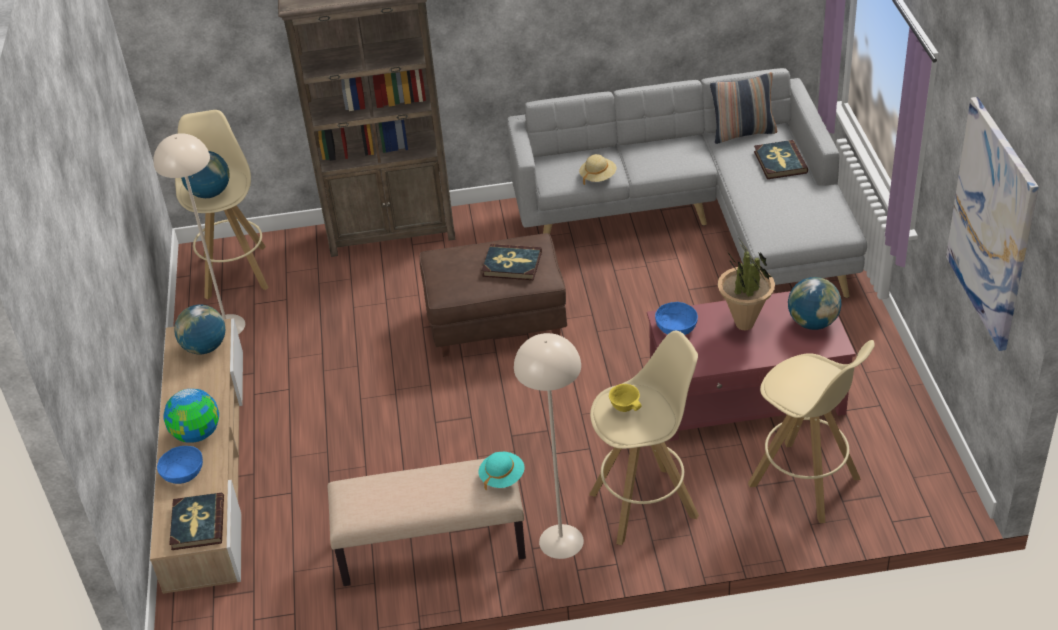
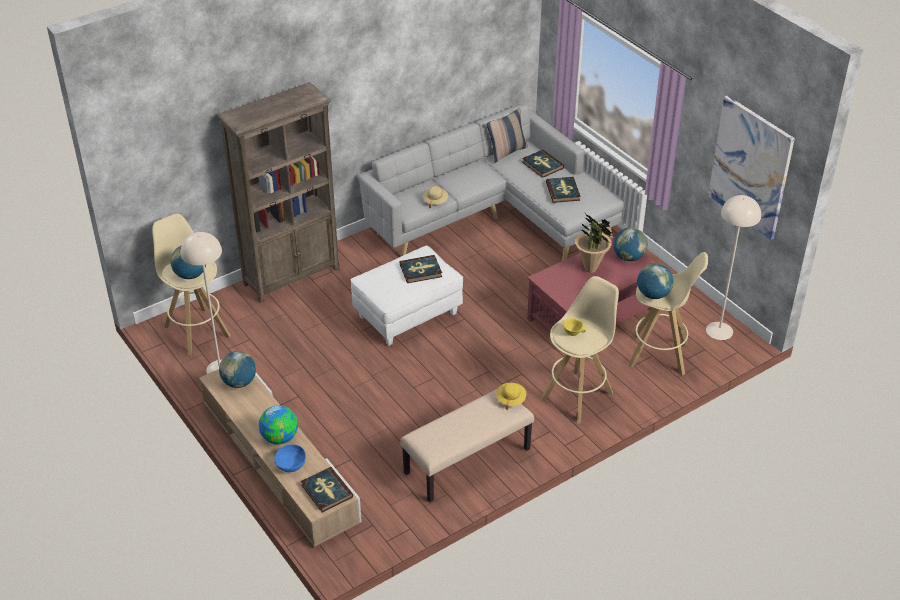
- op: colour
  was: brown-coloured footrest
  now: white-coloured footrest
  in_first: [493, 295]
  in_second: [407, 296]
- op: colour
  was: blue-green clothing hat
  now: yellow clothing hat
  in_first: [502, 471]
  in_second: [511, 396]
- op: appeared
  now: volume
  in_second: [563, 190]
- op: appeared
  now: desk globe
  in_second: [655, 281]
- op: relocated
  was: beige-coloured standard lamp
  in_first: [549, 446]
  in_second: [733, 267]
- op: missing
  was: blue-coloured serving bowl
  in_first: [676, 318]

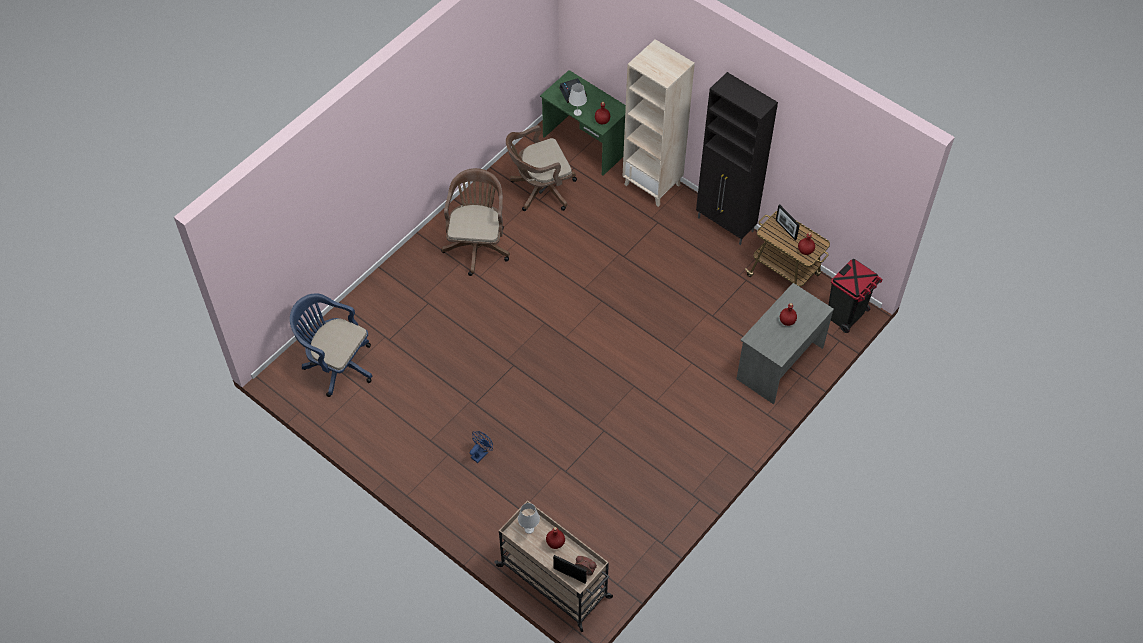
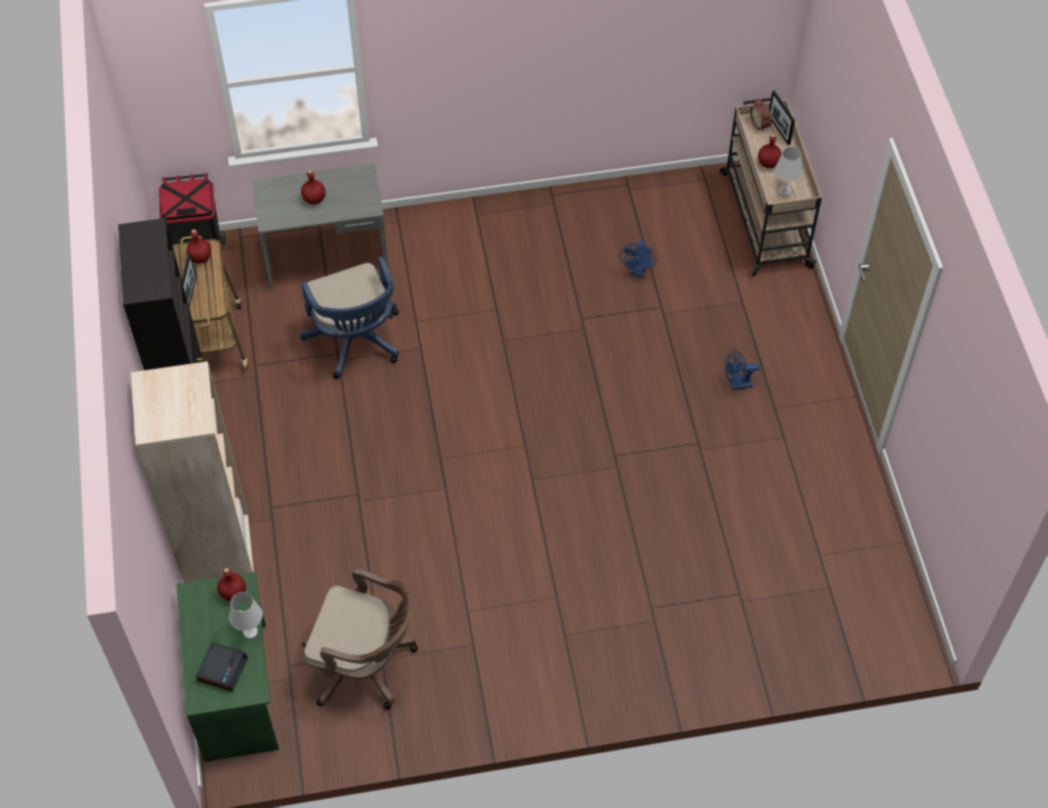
- op: relocated
  was: blue-coloured computer chair
  in_first: [331, 345]
  in_second: [349, 317]
- op: appeared
  now: blue-coloured electric fan
  in_second: [638, 258]
- op: missing
  was: brown-coloured computer chair
  in_first: [475, 222]

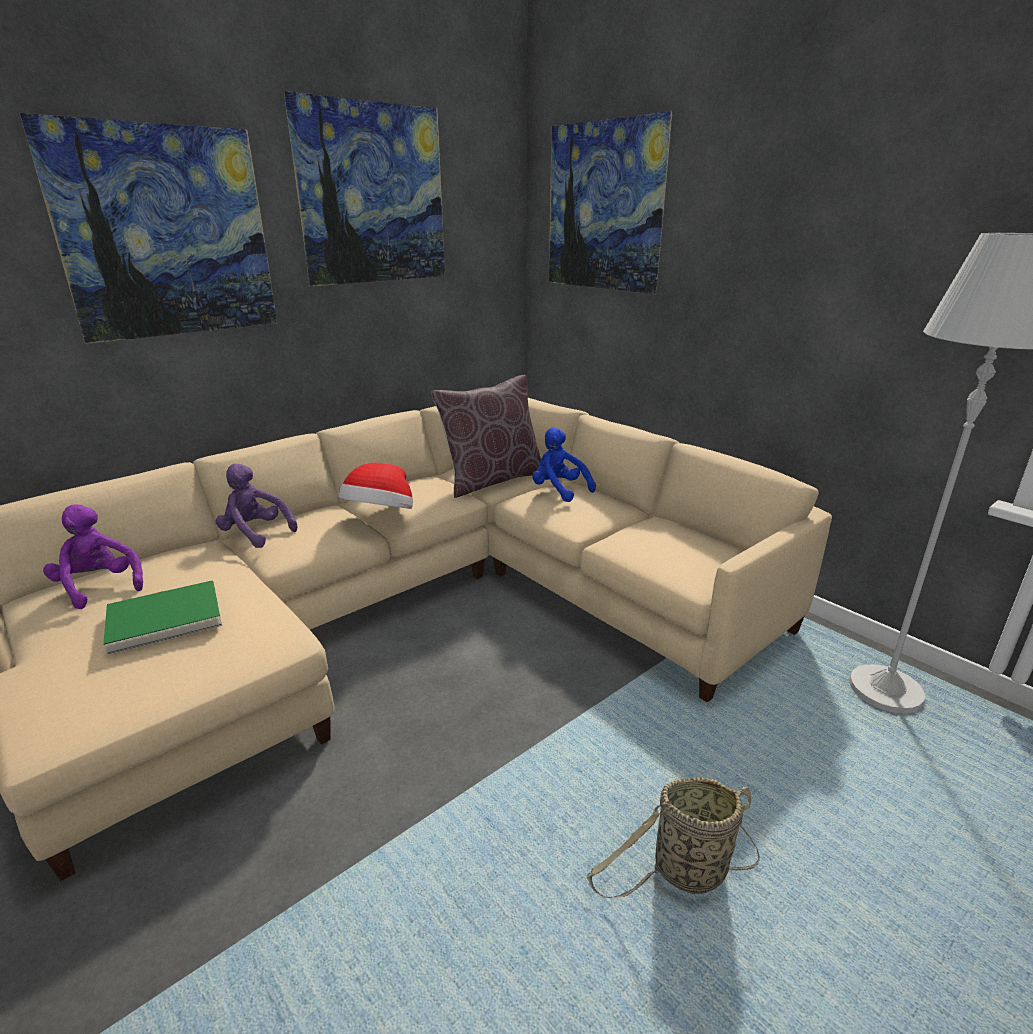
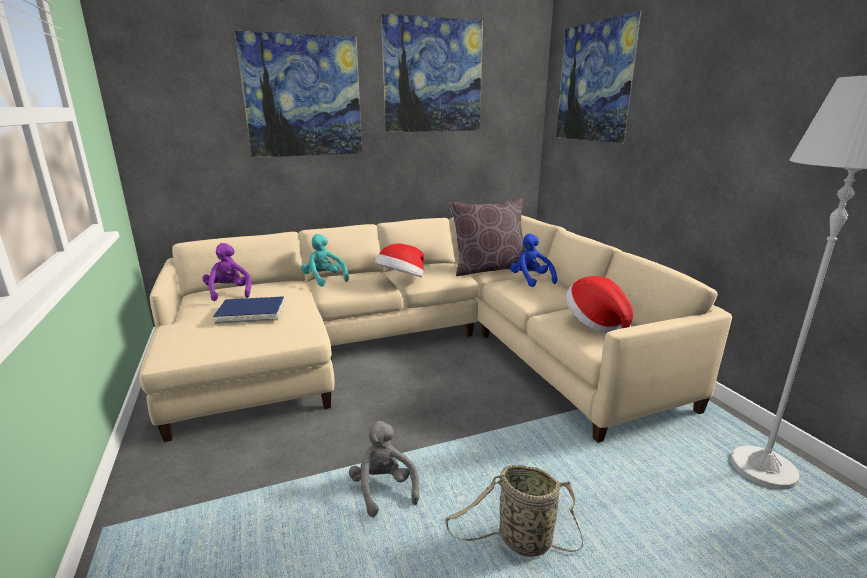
- op: colour
  was: green volume
  now: blue-coloured volume
  in_first: [162, 617]
  in_second: [249, 310]
- op: colour
  was: purplish soft toy
  now: blue-green soft toy
  in_first: [256, 506]
  in_second: [325, 260]
- op: appeared
  now: gray soft toy
  in_second: [384, 469]
- op: appeared
  now: clothing hat
  in_second: [599, 304]

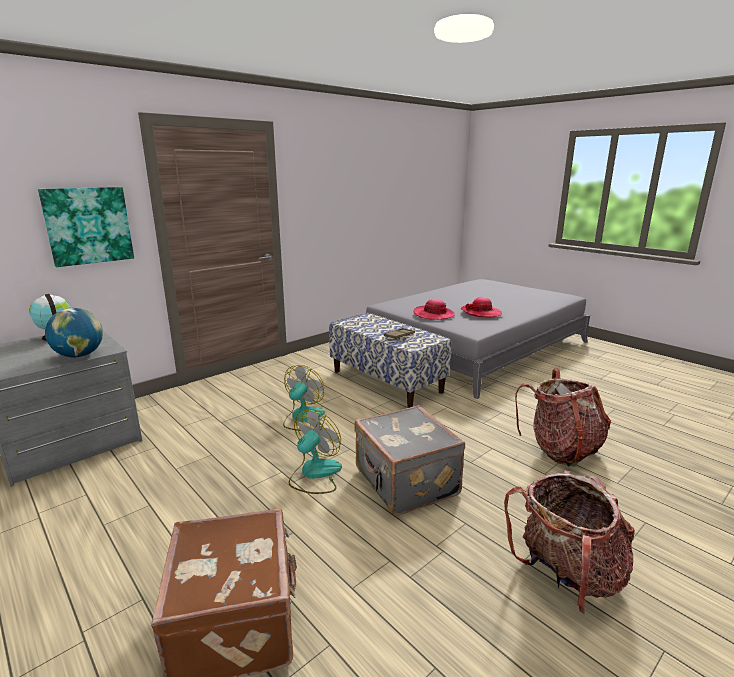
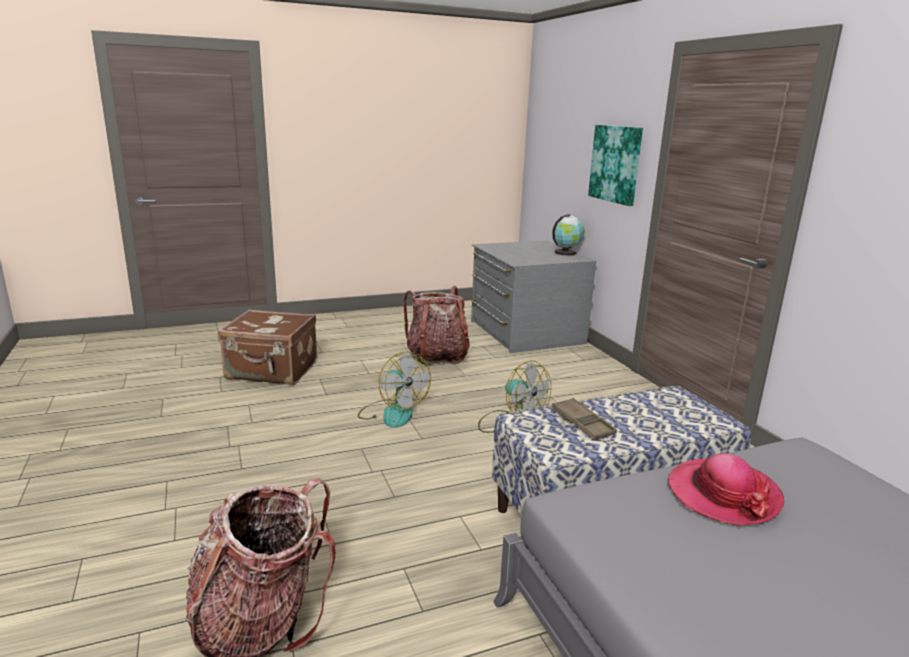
- op: relocated
  was: rucksack
  in_first: [569, 542]
  in_second: [436, 325]
- op: missing
  was: desk globe
  in_first: [74, 332]
- op: missing
  was: gray travel case
  in_first: [409, 460]
- op: missing
  was: clothing hat
  in_first: [481, 307]

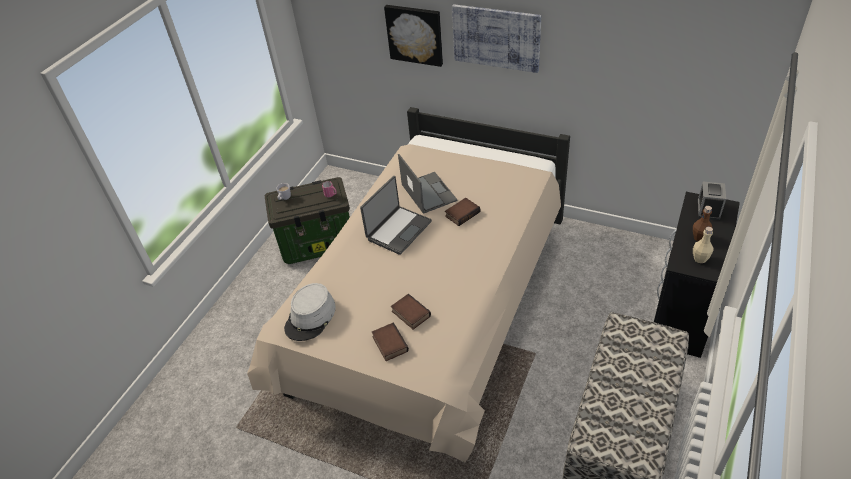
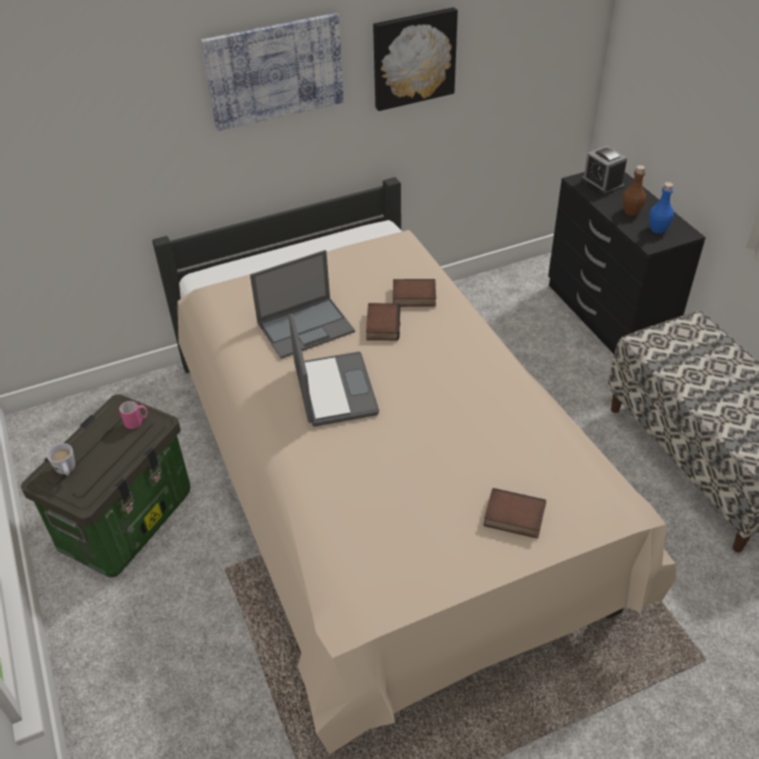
- op: spun
  was: portable computer
  in_first: [428, 184]
  in_second: [302, 304]
  clockwise: 135
- op: relocated
  was: wall art
  in_first: [413, 36]
  in_second: [415, 59]
- op: relocated
  was: volume
  in_first: [411, 311]
  in_second: [414, 293]
- op: colour
  was: beige-coloured beverage bottle
  now: blue-coloured beverage bottle
  in_first: [703, 245]
  in_second: [661, 207]
- op: missing
  was: gray clothing hat
  in_first: [310, 312]

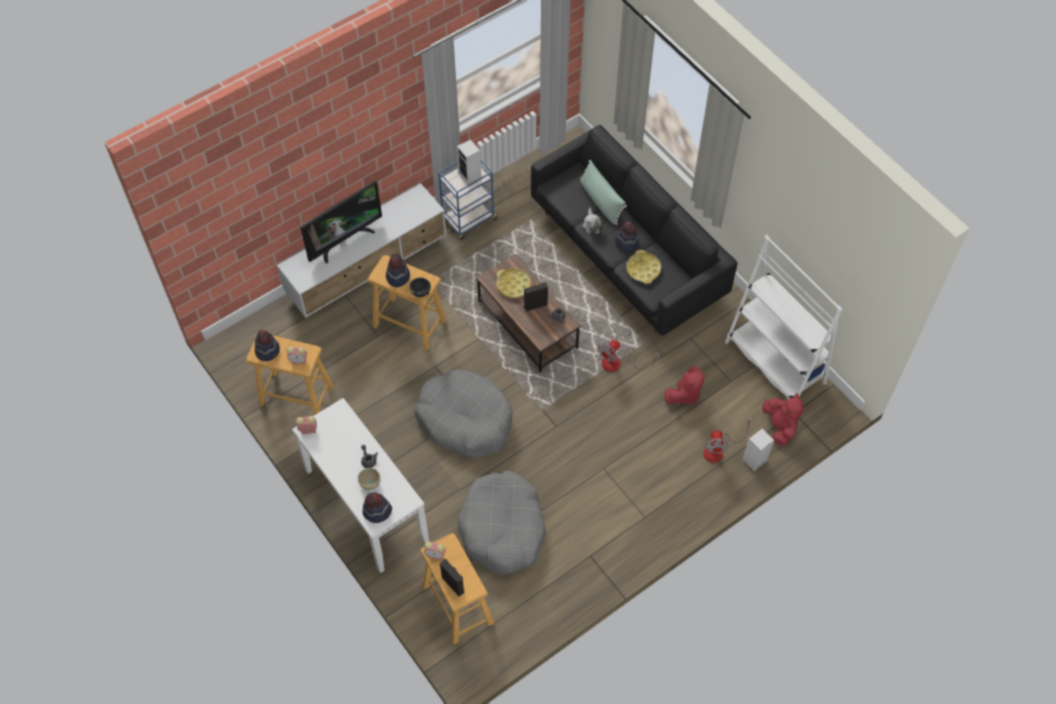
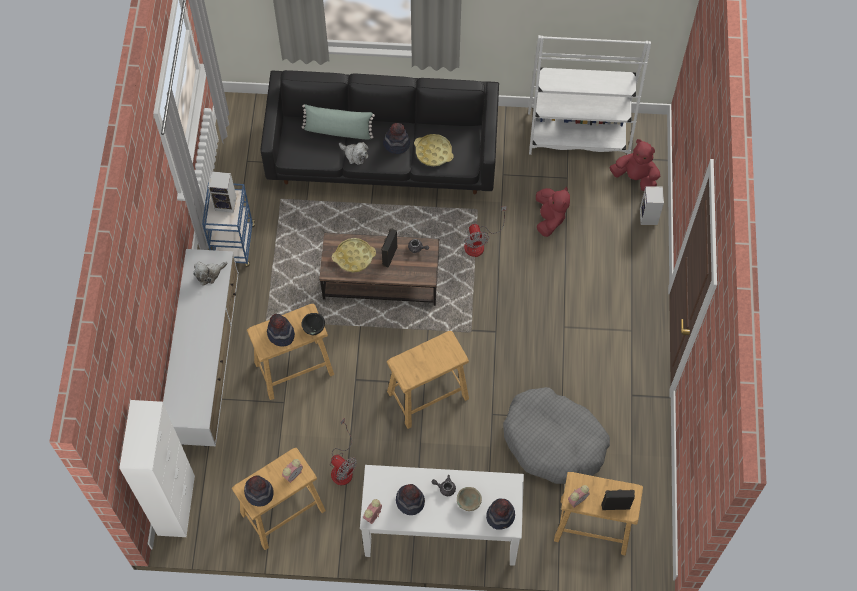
- op: appeared
  now: white-coloured cabinet
  in_second: [157, 468]
- op: appeared
  now: soft toy
  in_second: [210, 273]
- op: relocated
  was: electric fan
  in_first: [727, 440]
  in_second: [343, 451]
- op: exchanged
  was: gray pet bed
  now: beige-coloured sitting stool
  in_first: [464, 413]
  in_second: [428, 380]
- op: appeared
  now: clothing hat
  in_second: [410, 499]
- op: missing
  was: TV
  in_first: [341, 221]

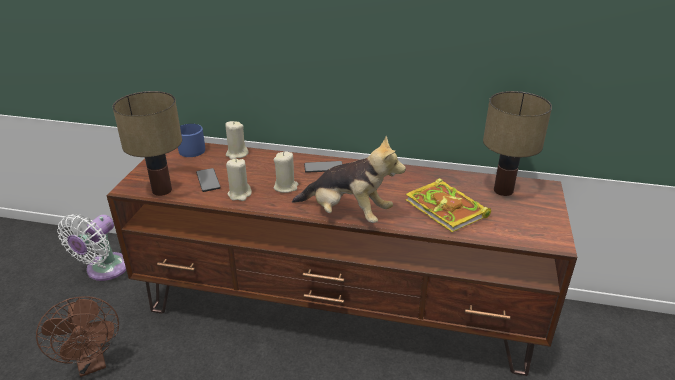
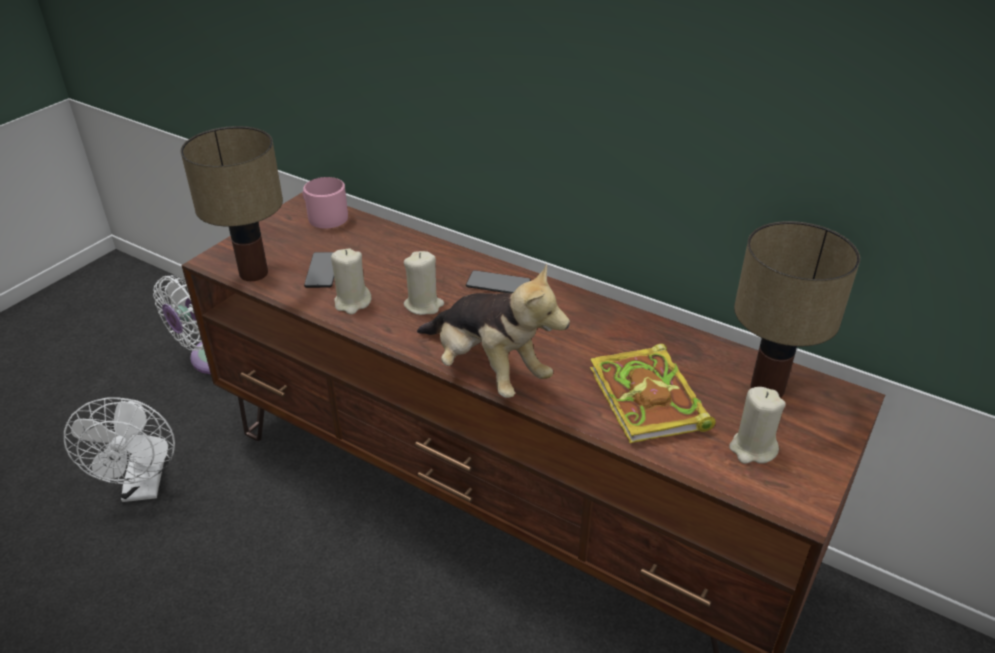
- op: colour
  was: brown-coloured electric fan
  now: white-coloured electric fan
  in_first: [77, 336]
  in_second: [119, 449]
- op: colour
  was: blue-coloured coffee mug
  now: pinkish coffee mug
  in_first: [191, 140]
  in_second: [325, 203]
- op: relocated
  was: beige-coloured candle
  in_first: [237, 140]
  in_second: [757, 425]

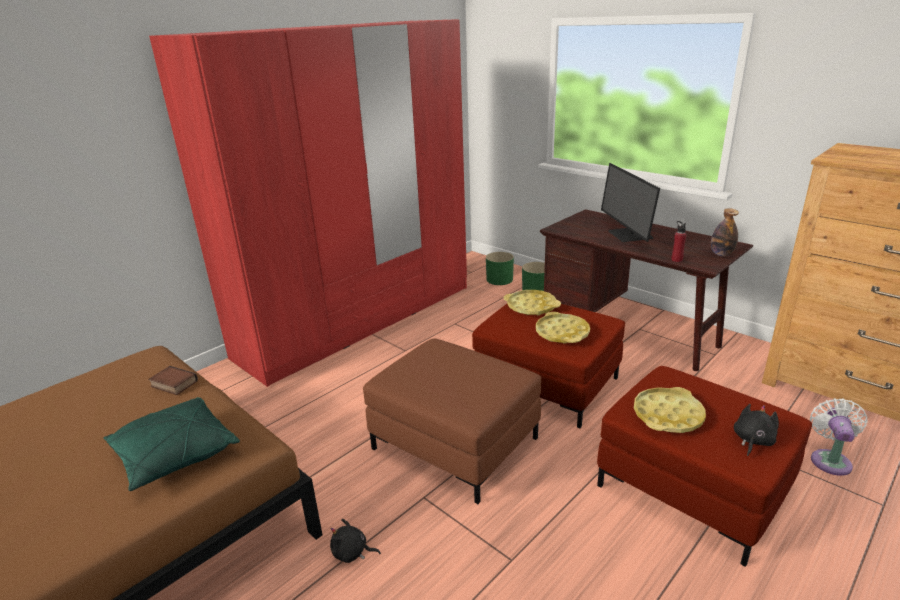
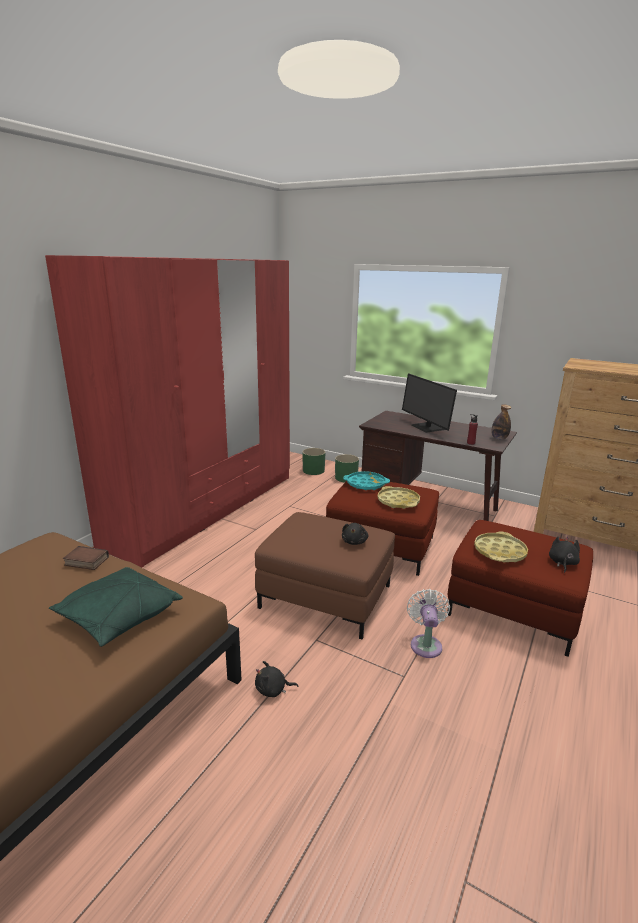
- op: appeared
  now: black-coloured soft toy
  in_second: [355, 534]
- op: colour
  was: yellow serving tray
  now: blue-green serving tray
  in_first: [532, 302]
  in_second: [366, 480]
- op: relocated
  was: white-coloured electric fan
  in_first: [839, 437]
  in_second: [428, 623]

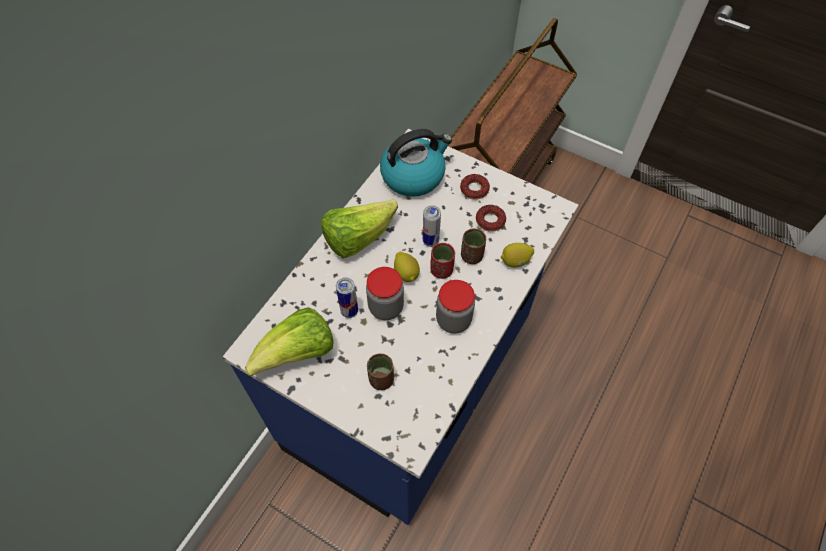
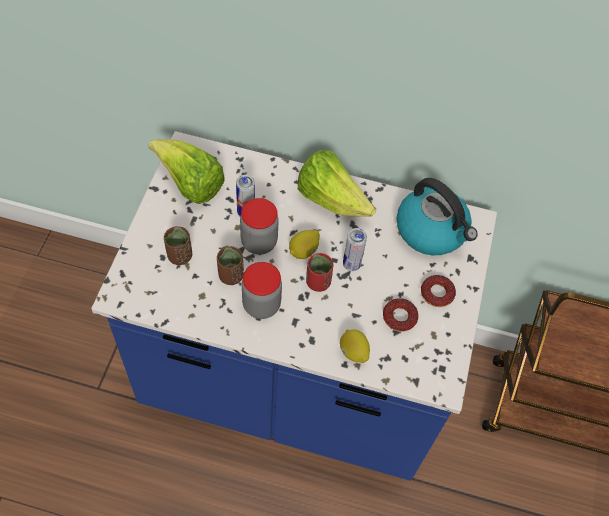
- op: relocated
  was: brown-coloured cup
  in_first: [473, 246]
  in_second: [230, 265]

